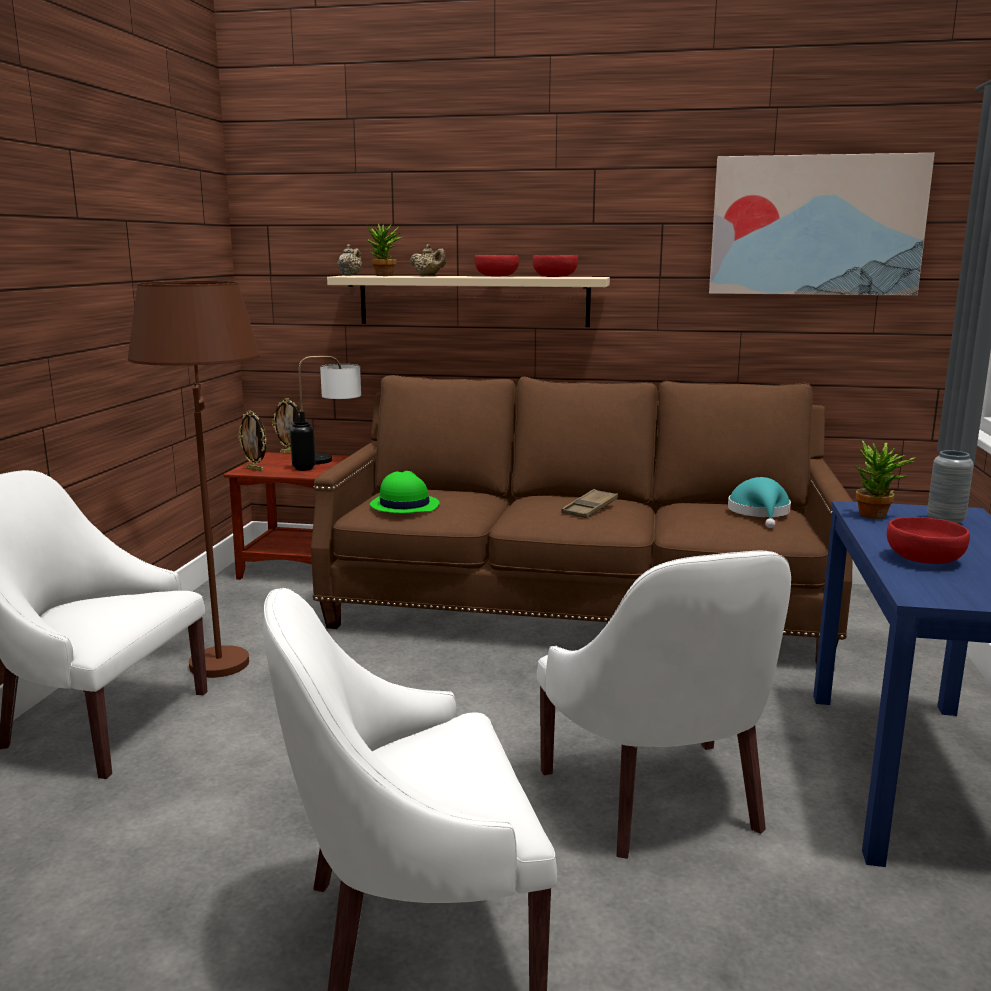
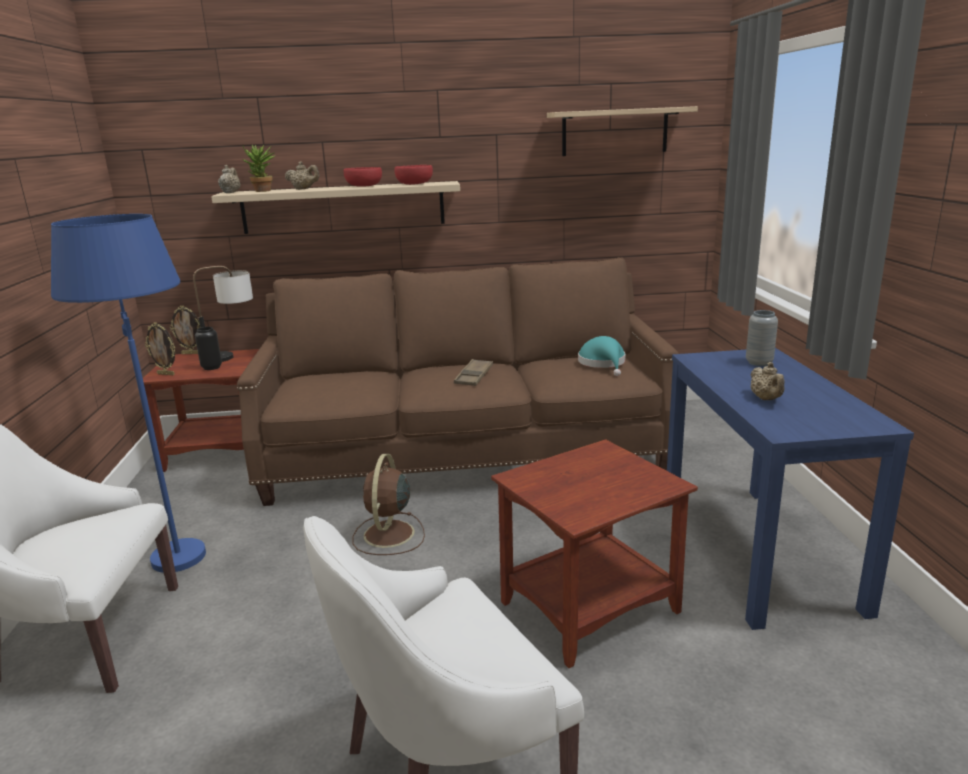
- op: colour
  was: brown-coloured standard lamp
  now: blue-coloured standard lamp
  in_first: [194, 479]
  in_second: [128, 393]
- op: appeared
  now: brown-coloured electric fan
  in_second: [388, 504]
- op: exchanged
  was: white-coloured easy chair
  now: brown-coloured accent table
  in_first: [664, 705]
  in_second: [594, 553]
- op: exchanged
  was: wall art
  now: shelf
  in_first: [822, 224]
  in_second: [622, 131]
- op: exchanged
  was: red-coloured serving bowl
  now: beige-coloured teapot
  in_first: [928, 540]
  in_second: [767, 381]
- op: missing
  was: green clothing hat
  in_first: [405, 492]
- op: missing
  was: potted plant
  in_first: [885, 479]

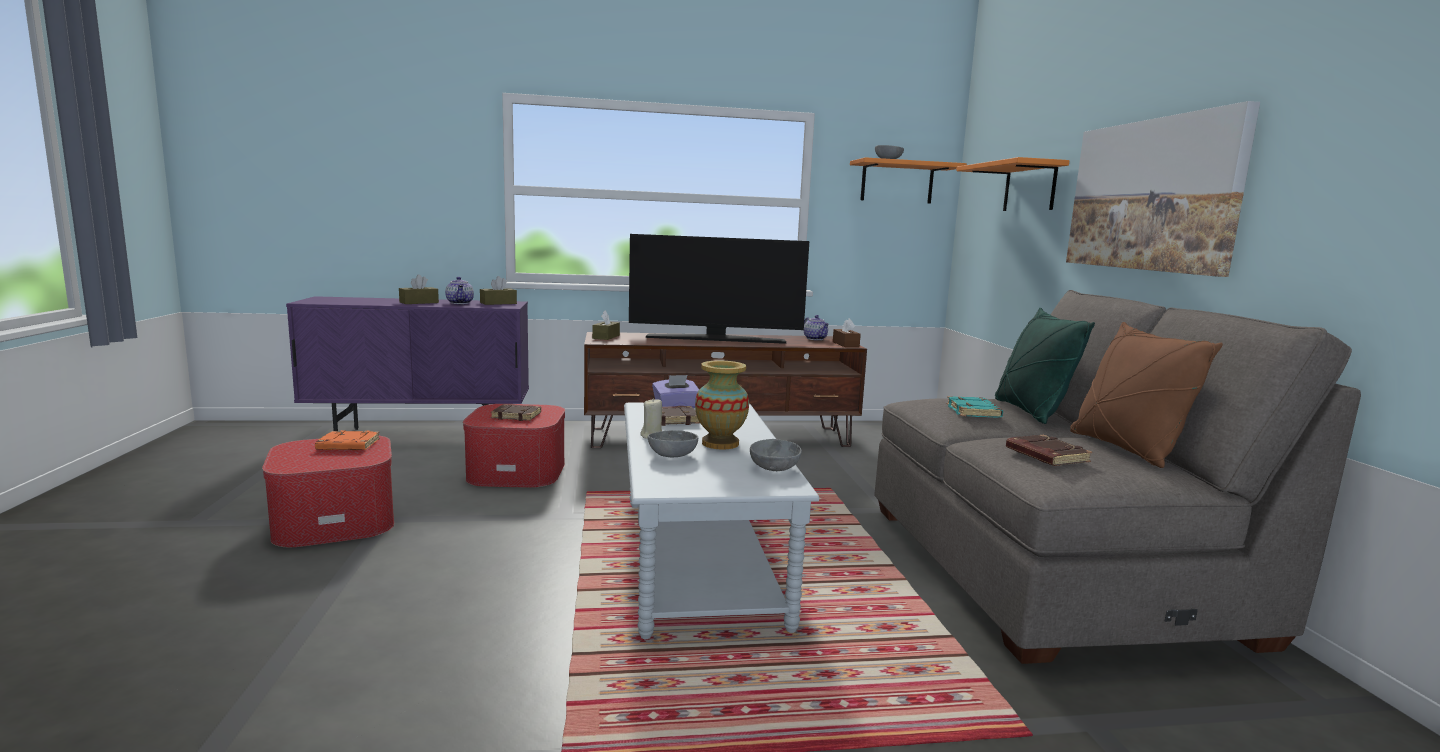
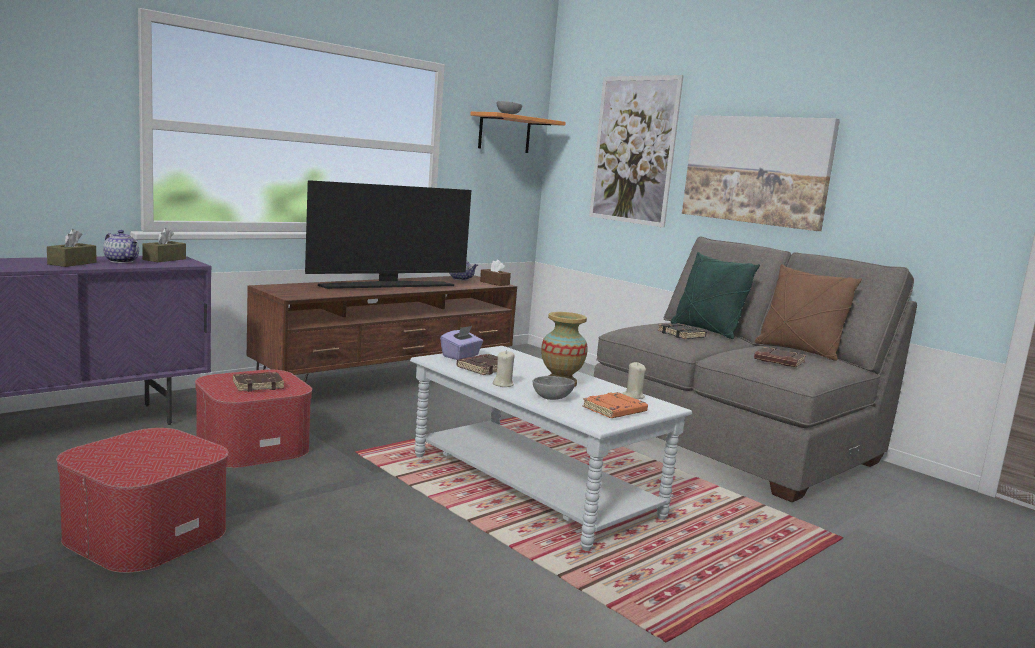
- op: relocated
  was: orange-coloured volume
  in_first: [347, 440]
  in_second: [615, 405]
- op: exchanged
  was: orange-coloured shelf
  now: wall art
  in_first: [1013, 184]
  in_second: [636, 151]
- op: exchanged
  was: gray serving bowl
  now: beige-coloured candle
  in_first: [776, 455]
  in_second: [634, 380]
- op: colour
  was: blue-green volume
  now: black-coloured volume
  in_first: [974, 407]
  in_second: [682, 331]
- op: missing
  was: brown-coloured tissue holder
  in_first: [606, 325]

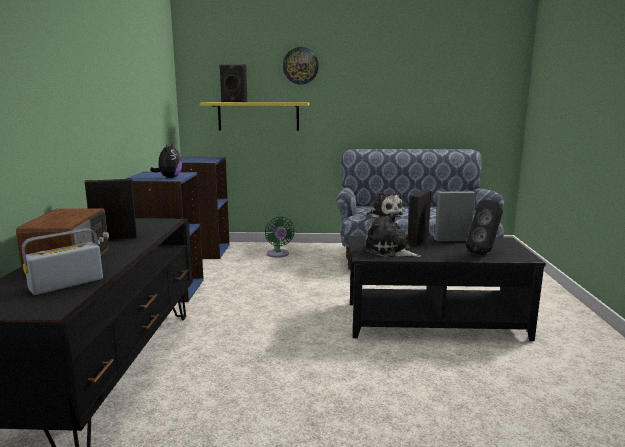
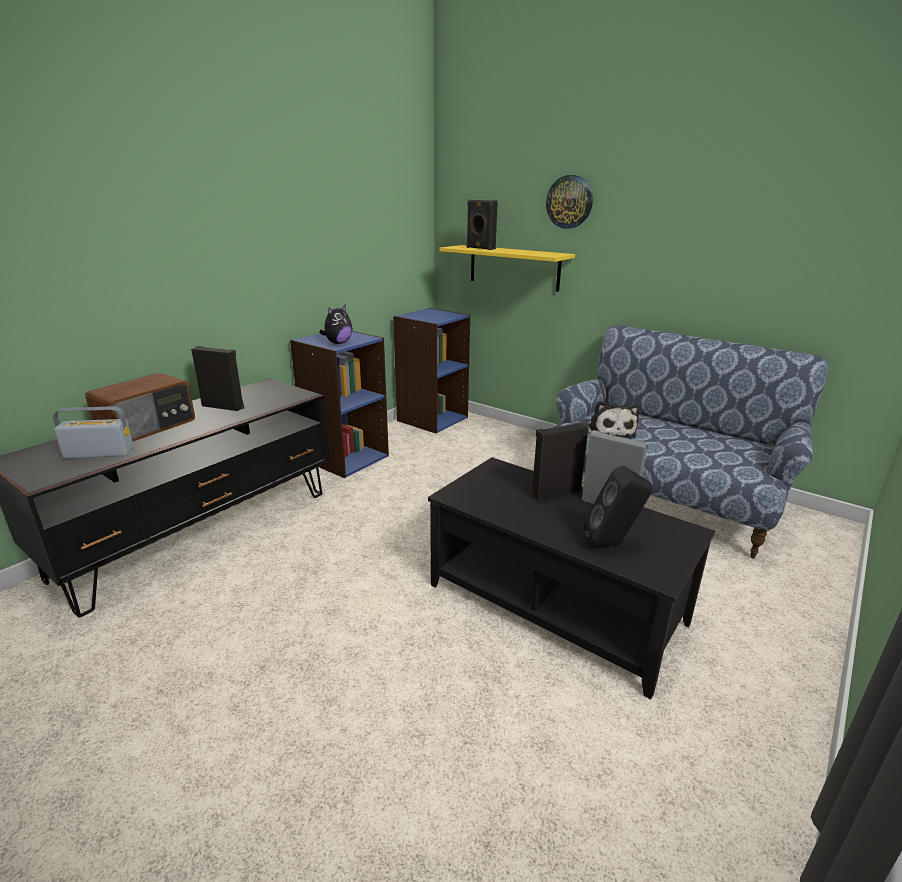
- op: missing
  was: green electric fan
  in_first: [280, 237]
- op: missing
  was: soft toy
  in_first: [392, 235]

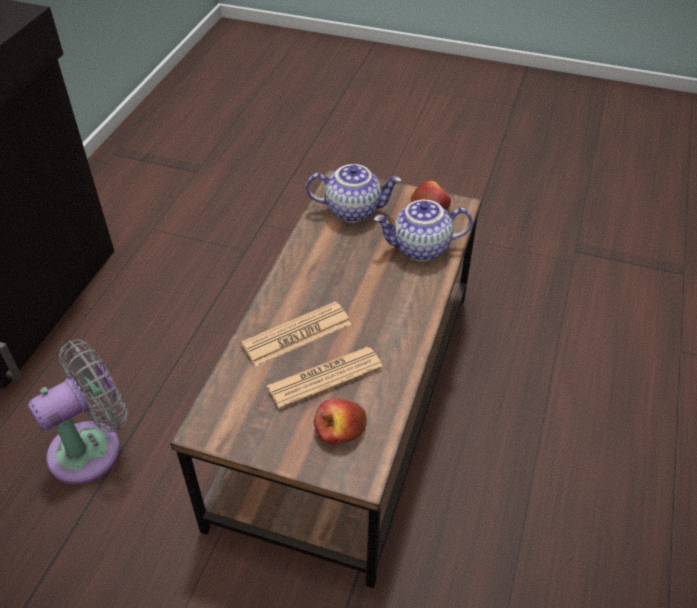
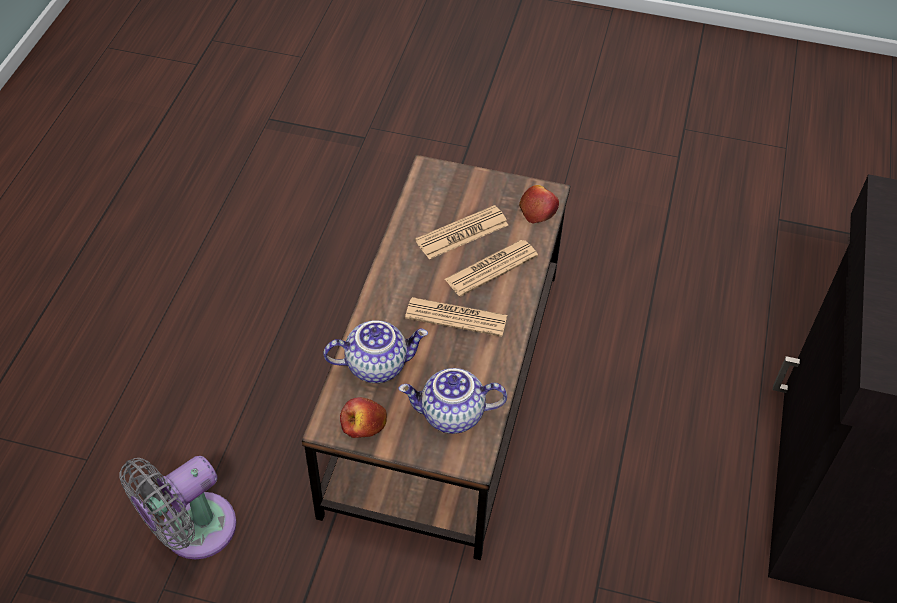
- op: relocated
  was: gray electric fan
  in_first: [77, 411]
  in_second: [178, 507]
- op: appeared
  now: newspaper
  in_second: [456, 317]
- op: relocated
  was: apple fruit
  in_first: [340, 421]
  in_second: [539, 204]

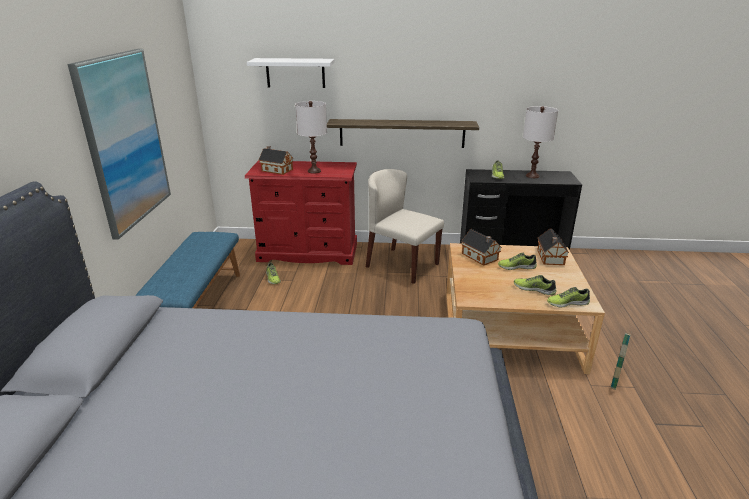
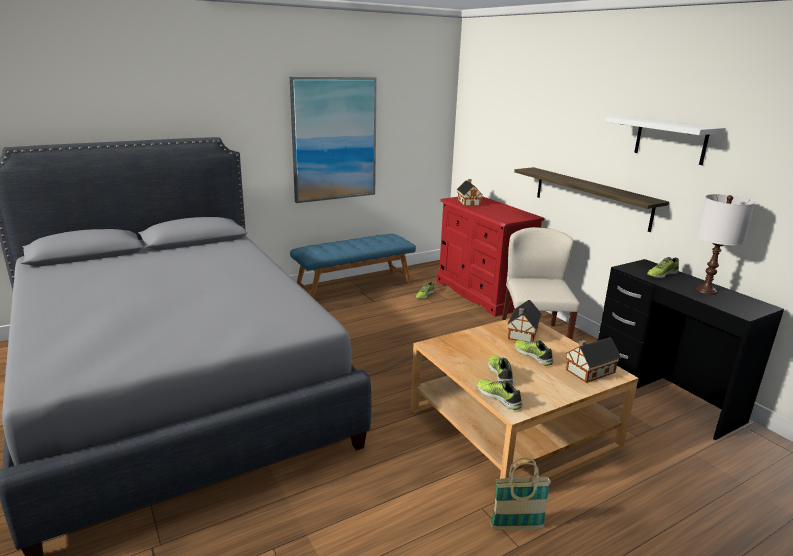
- op: relocated
  was: white-coloured shelf
  in_first: [291, 73]
  in_second: [665, 140]
- op: missing
  was: white-coloured tabletop lamp
  in_first: [311, 137]

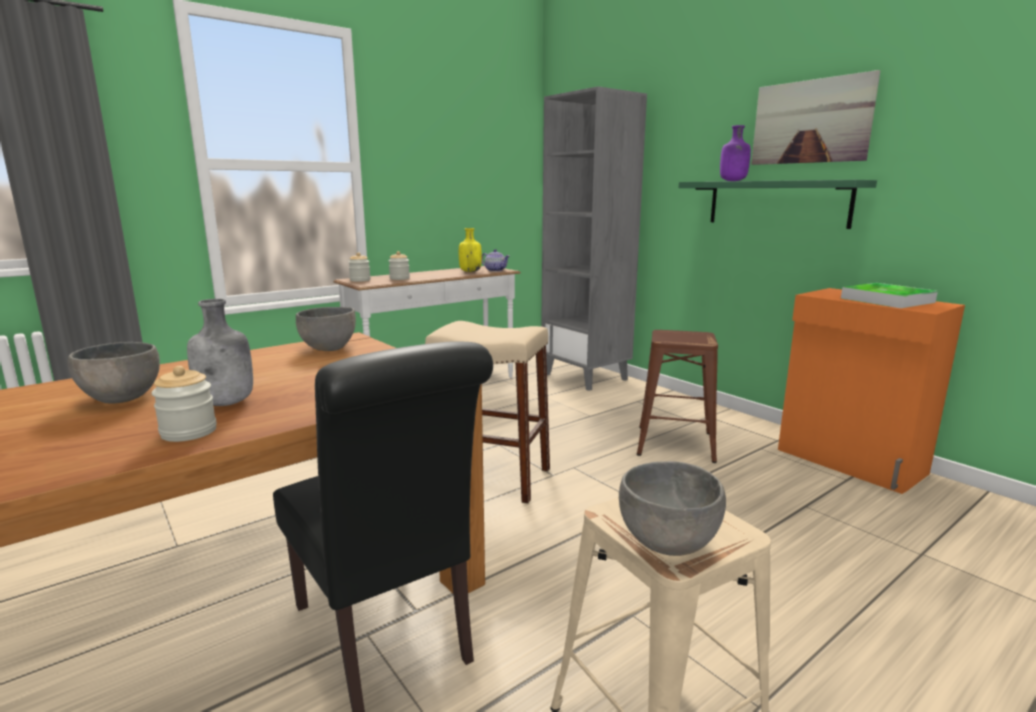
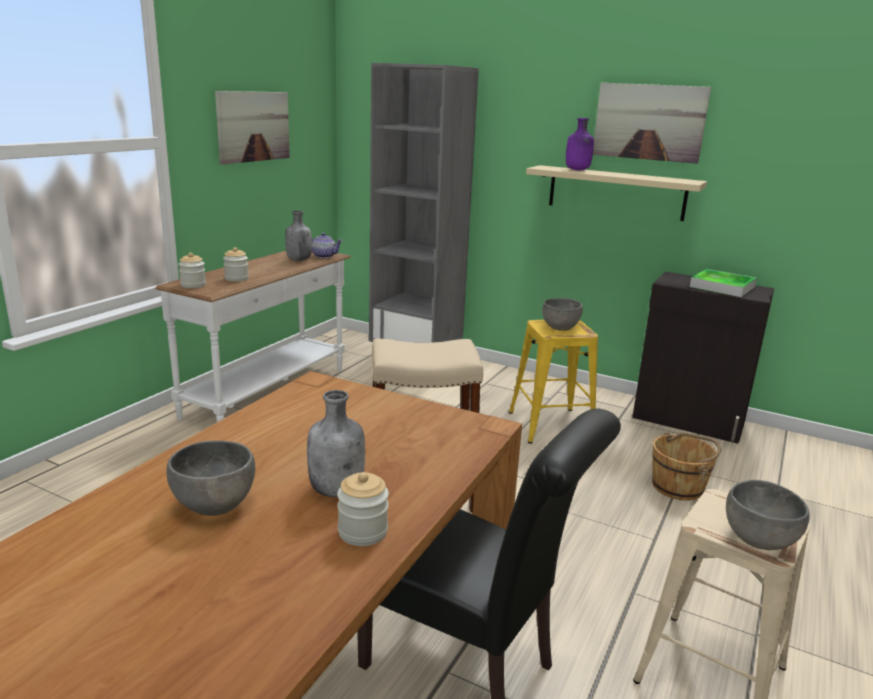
- op: appeared
  now: wall art
  in_second: [252, 128]
- op: colour
  was: yellow beverage bottle
  now: gray beverage bottle
  in_first: [470, 250]
  in_second: [298, 235]
- op: colour
  was: brown-coloured sitting stool
  now: yellow sitting stool
  in_first: [677, 396]
  in_second: [553, 382]
- op: colour
  was: green shelf
  now: beige-coloured shelf
  in_first: [778, 204]
  in_second: [616, 193]
- op: relocated
  was: gray serving bowl
  in_first: [326, 329]
  in_second: [562, 314]
- op: colour
  was: orange-coloured cabinet
  now: black-coloured cabinet
  in_first: [871, 391]
  in_second: [703, 358]
- op: appeared
  now: brown-coloured water bucket
  in_second: [686, 466]

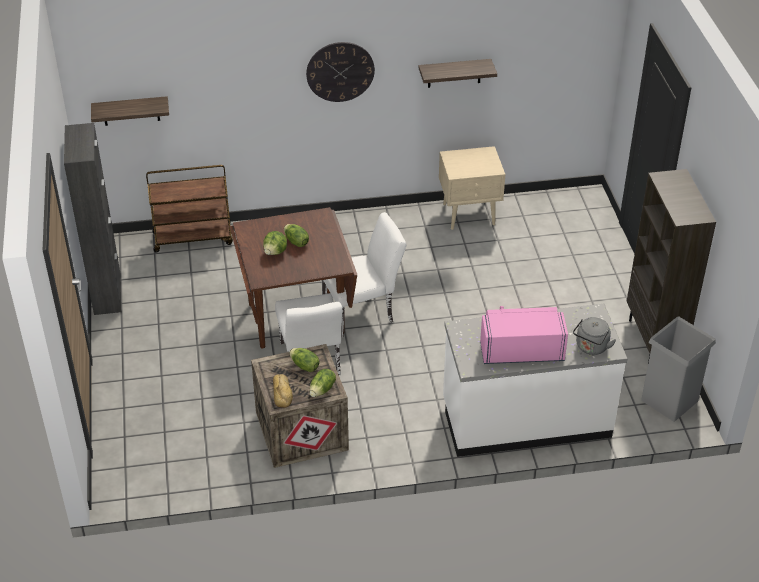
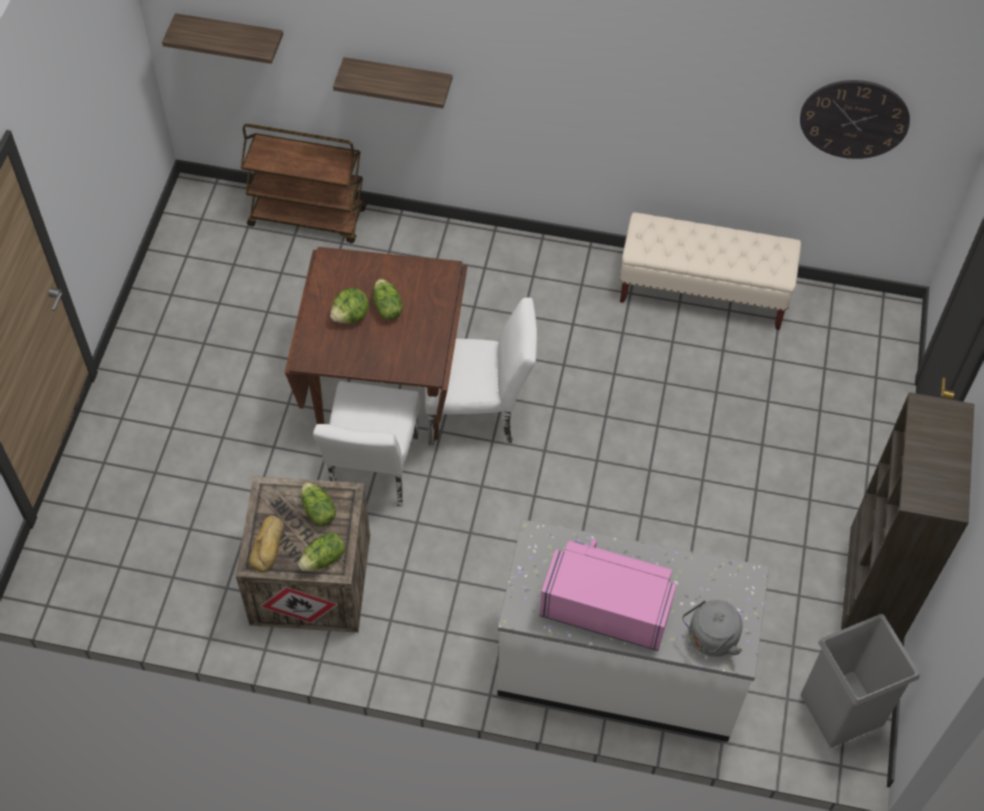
- op: relocated
  was: shelf
  in_first: [457, 73]
  in_second: [392, 82]
- op: exchanged
  was: beige-coloured night table
  now: beige-coloured indoor bench
  in_first: [472, 188]
  in_second: [710, 271]
- op: relocated
  was: hanging clock
  in_first: [340, 72]
  in_second: [855, 119]
- op: missing
  was: black-coloured cabinet
  in_first: [92, 219]

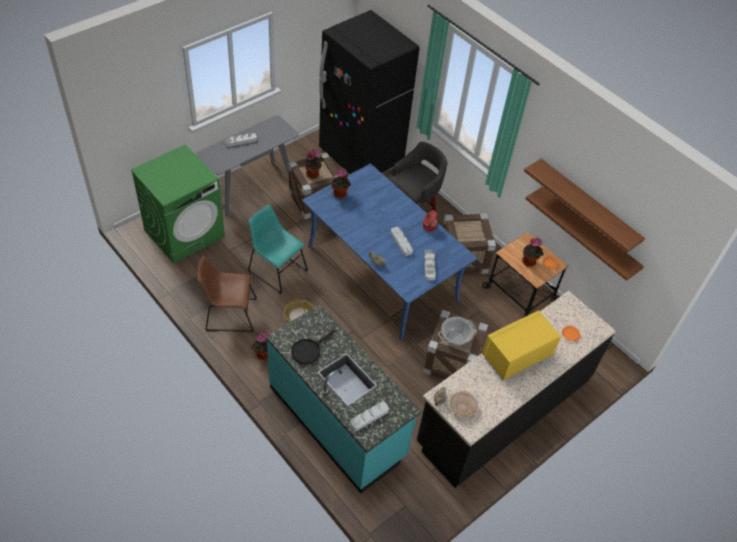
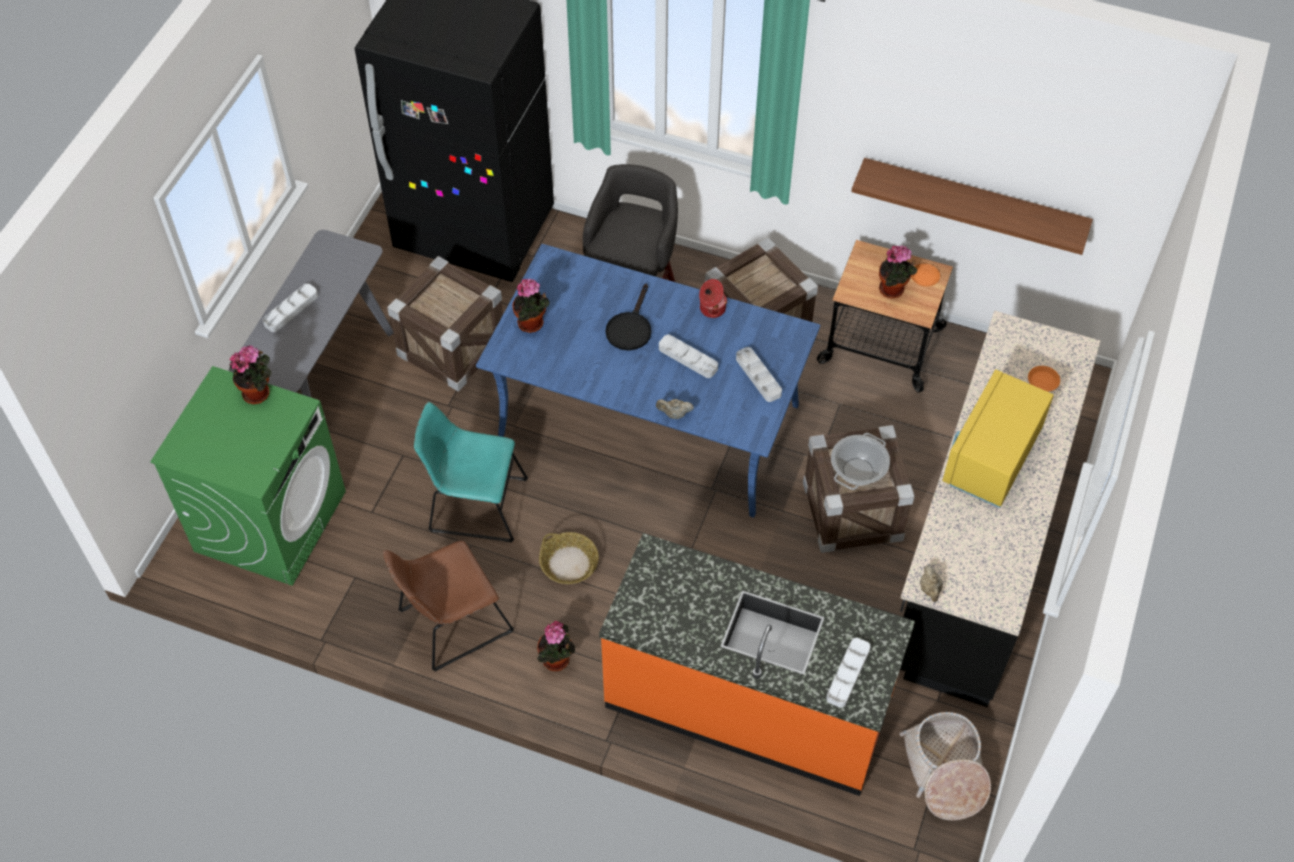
- op: relocated
  was: potted plant
  in_first: [314, 164]
  in_second: [250, 374]
- op: colour
  was: blue-green kitchen base unit
  now: orange-coloured kitchen base unit
  in_first: [343, 398]
  in_second: [757, 664]
- op: relocated
  was: black-coloured frying pan
  in_first: [313, 347]
  in_second: [628, 317]
- op: appeared
  now: household basket
  in_second: [945, 766]
- op: missing
  was: beige-coloured serving bowl
  in_first: [463, 403]
- op: missing
  was: shelf
  in_first: [584, 206]

